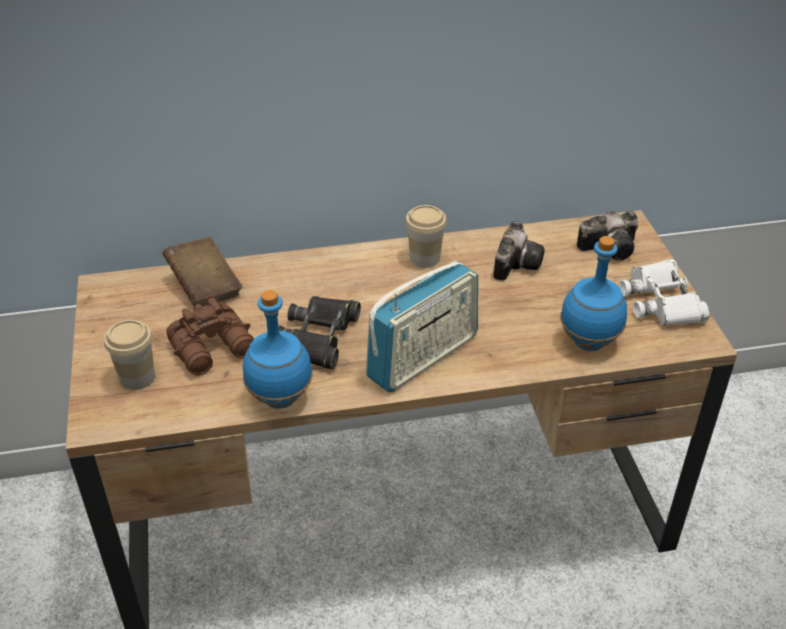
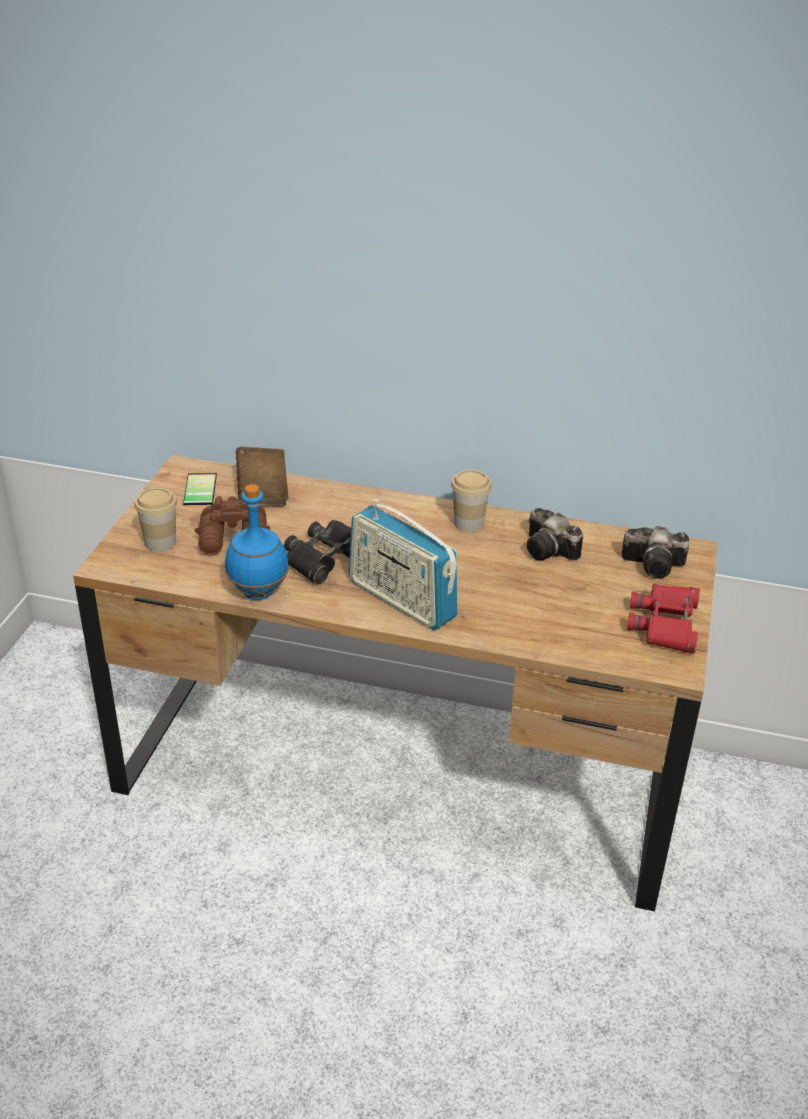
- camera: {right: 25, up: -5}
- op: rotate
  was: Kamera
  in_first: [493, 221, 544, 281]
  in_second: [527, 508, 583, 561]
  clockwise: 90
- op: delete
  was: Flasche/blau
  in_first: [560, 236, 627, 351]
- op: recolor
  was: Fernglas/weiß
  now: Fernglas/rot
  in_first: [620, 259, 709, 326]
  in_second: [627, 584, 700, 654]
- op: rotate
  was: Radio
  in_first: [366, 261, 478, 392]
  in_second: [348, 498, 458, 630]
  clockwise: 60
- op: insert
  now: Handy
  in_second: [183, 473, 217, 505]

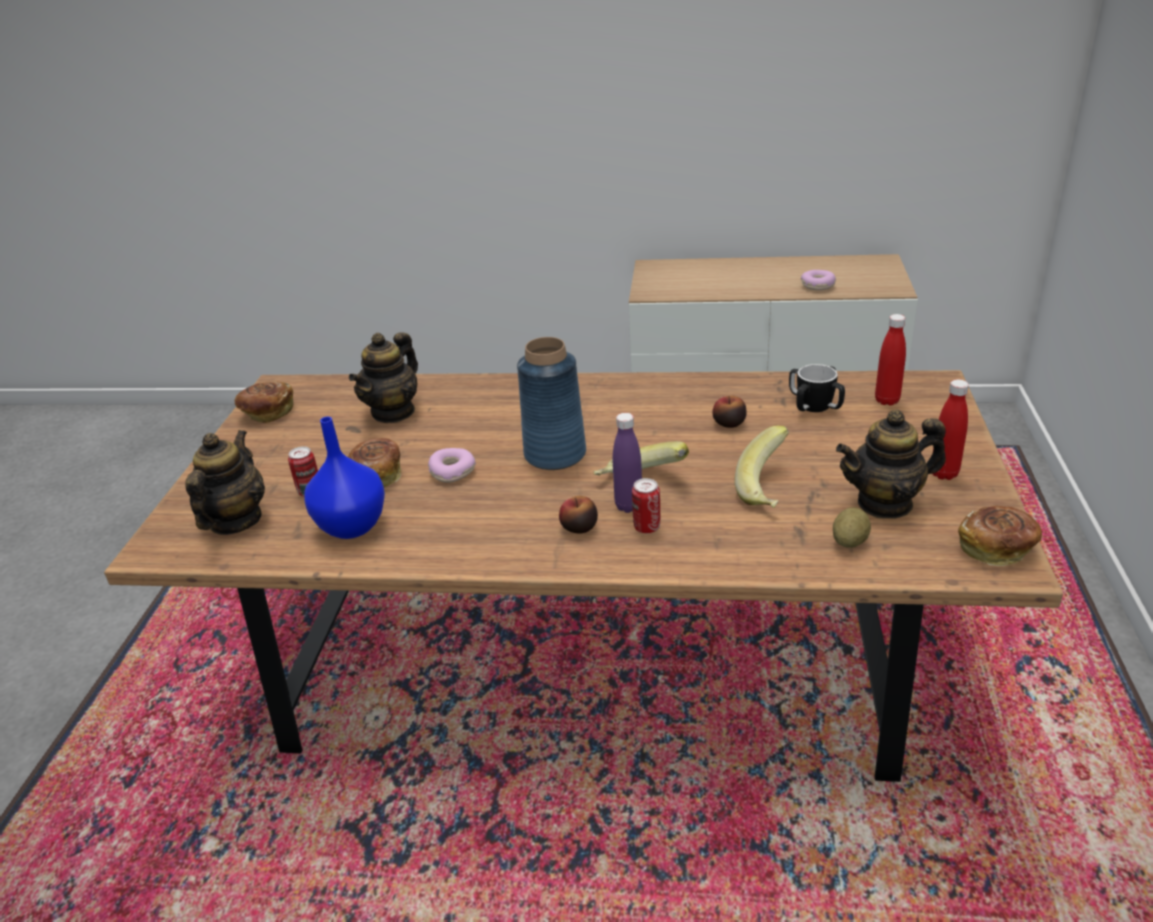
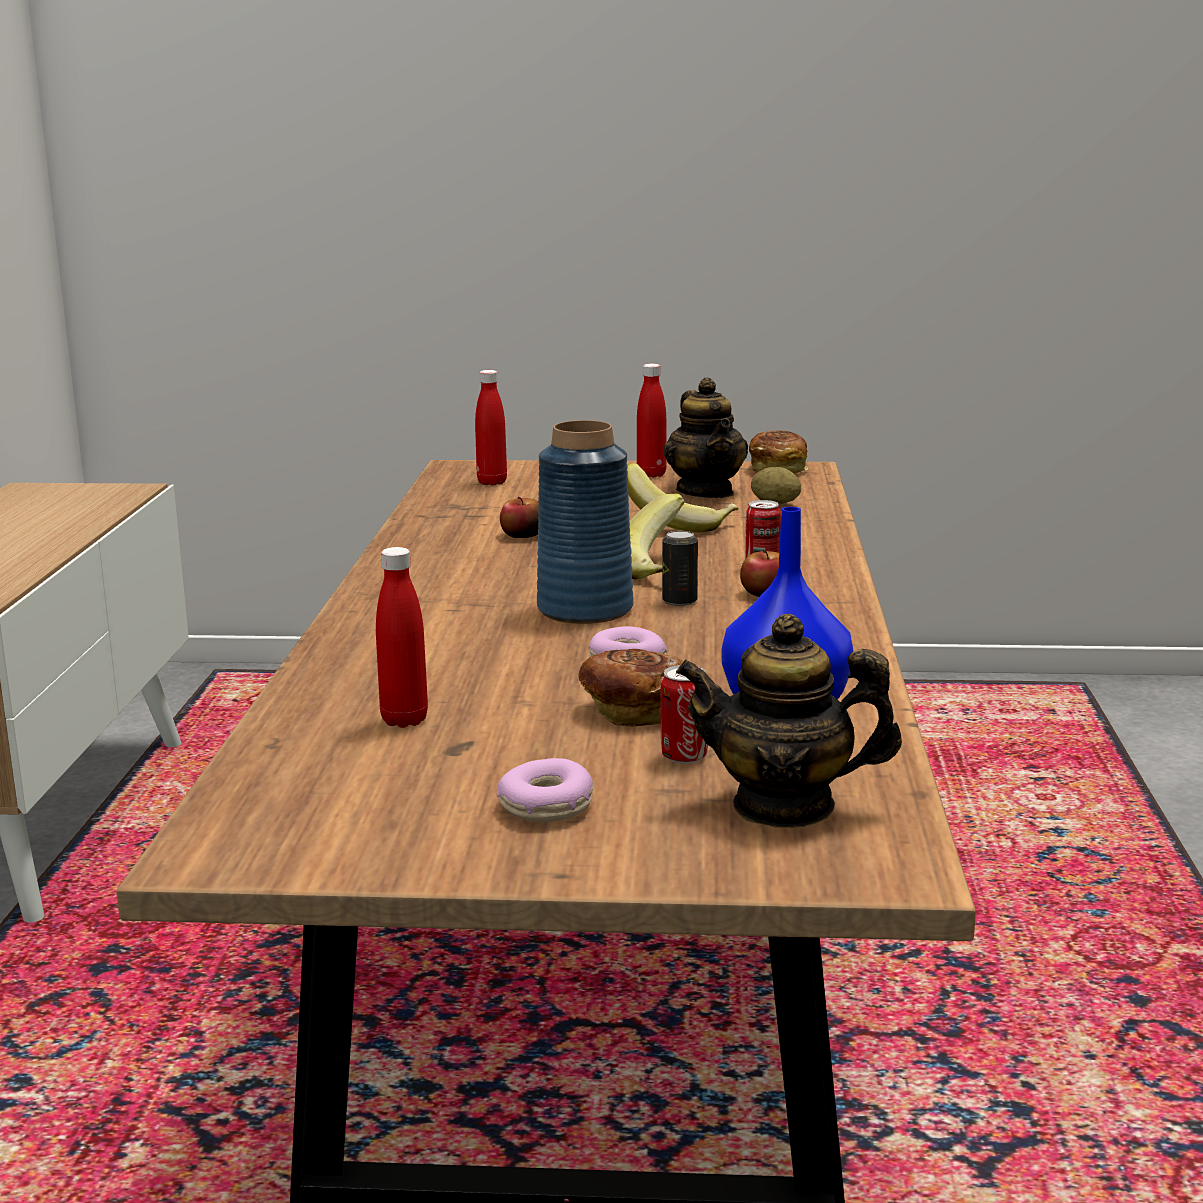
- camera: {right: -95, up: -15}
- op: move
  was: Donut
  in_first: [801, 270, 836, 290]
  in_second: [497, 758, 593, 822]
- op: replace
  was: Teekanne
  now: Flasche/rot
  in_first: [349, 332, 418, 423]
  in_second: [376, 547, 428, 728]
- op: delete
  was: Henkelbecher
  in_first: [789, 364, 845, 412]
- op: delete
  was: Brot
  in_first: [235, 381, 293, 423]
- op: delete
  was: Flasche/lila
  in_first: [613, 413, 642, 513]
- op: insert
  now: Dose
  in_second: [662, 531, 698, 606]

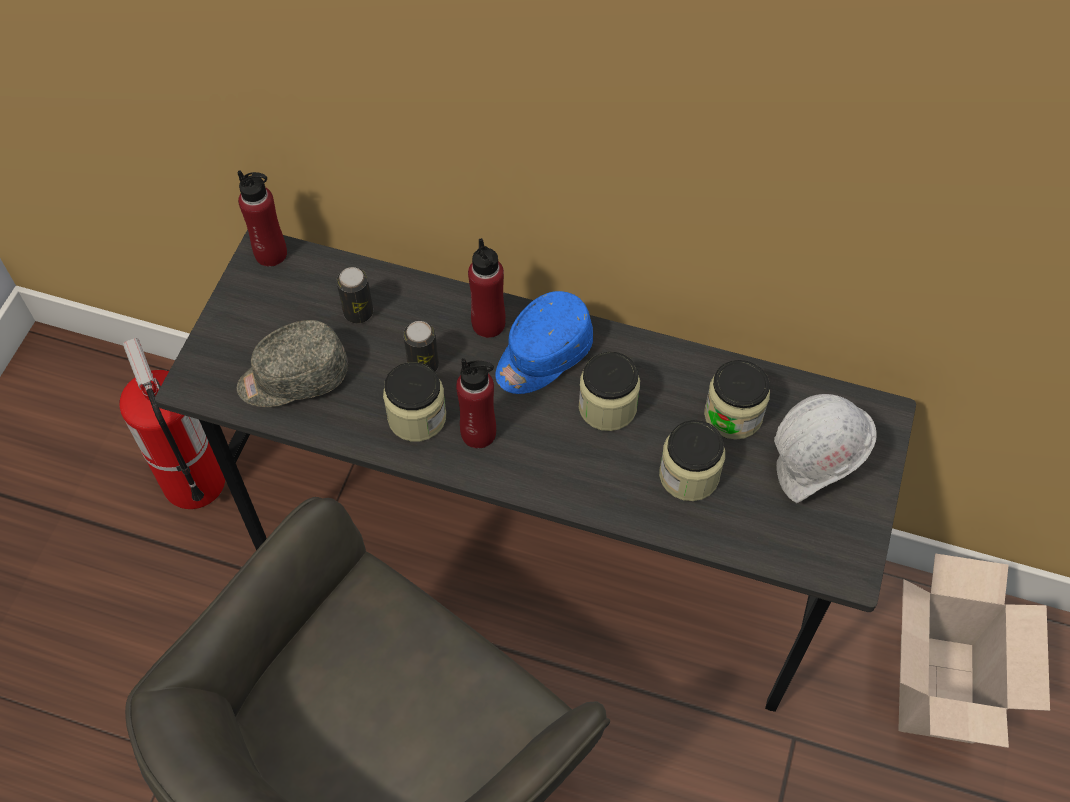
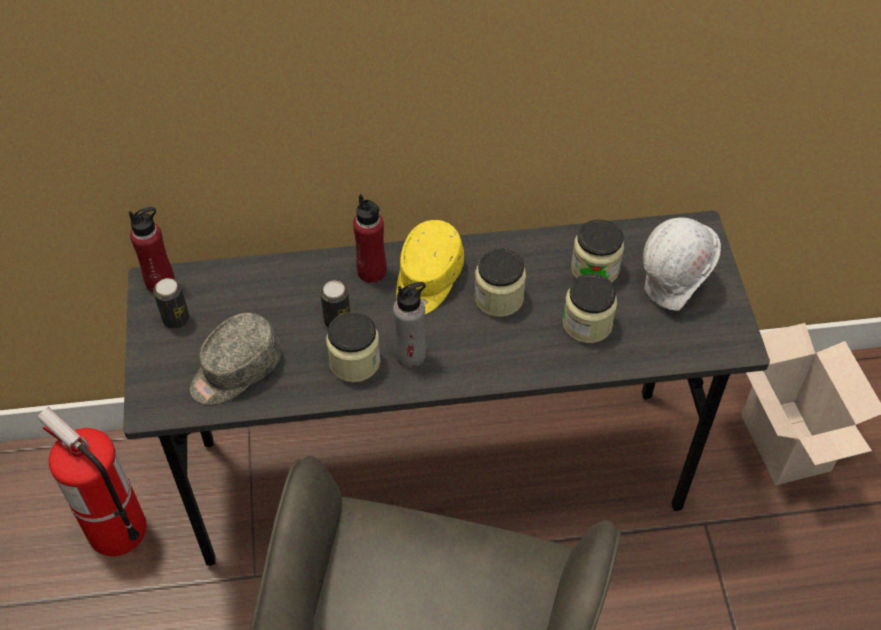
- camera: {right: -25, up: -5}
- op: move
  was: Dose
  in_first: [336, 267, 373, 323]
  in_second: [153, 278, 189, 329]
- op: recolor
  was: Kappe/blau
  now: Kappe/gelb
  in_first: [496, 291, 593, 394]
  in_second: [396, 220, 464, 314]
- op: recolor
  was: Flasche/rot
  now: Flasche/grau
  in_first: [456, 358, 496, 449]
  in_second: [393, 282, 426, 368]

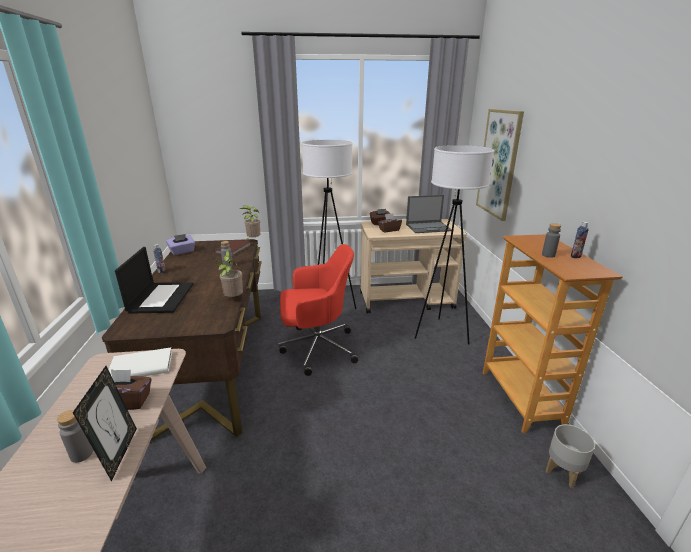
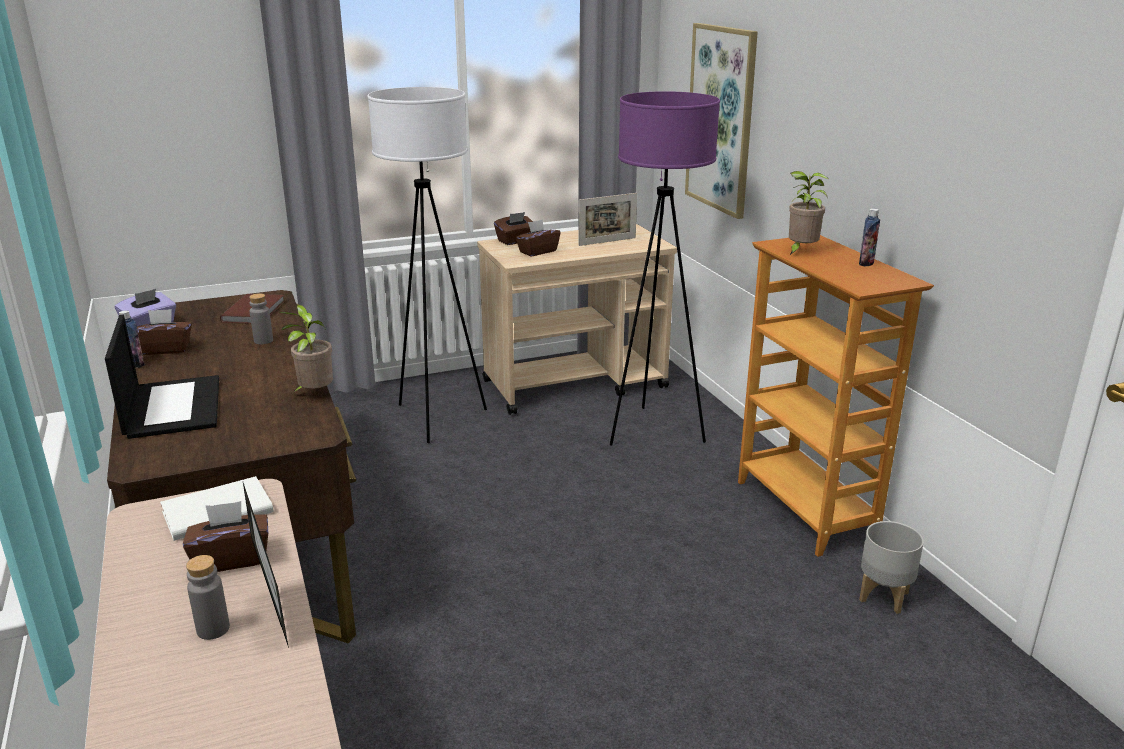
- camera: {right: -15, up: 0}
- op: recolor
  was: Stehlampe/weiß
  now: Stehlampe/lila
  in_first: [415, 145, 494, 345]
  in_second: [610, 91, 720, 445]
- op: replace
  was: Laptop
  now: Bilderrahmen
  in_first: [406, 195, 452, 233]
  in_second: [578, 193, 637, 246]
- op: move
  was: Topfpflanze
  in_first: [240, 205, 260, 241]
  in_second: [789, 171, 828, 256]
- op: delete
  was: Flasche/grau
  in_first: [542, 223, 561, 258]
- op: delete
  was: Bürostuhl/rot
  in_first: [278, 244, 358, 376]
- op: insert
  now: Taschentuchbox/braun
  in_second: [137, 309, 192, 355]

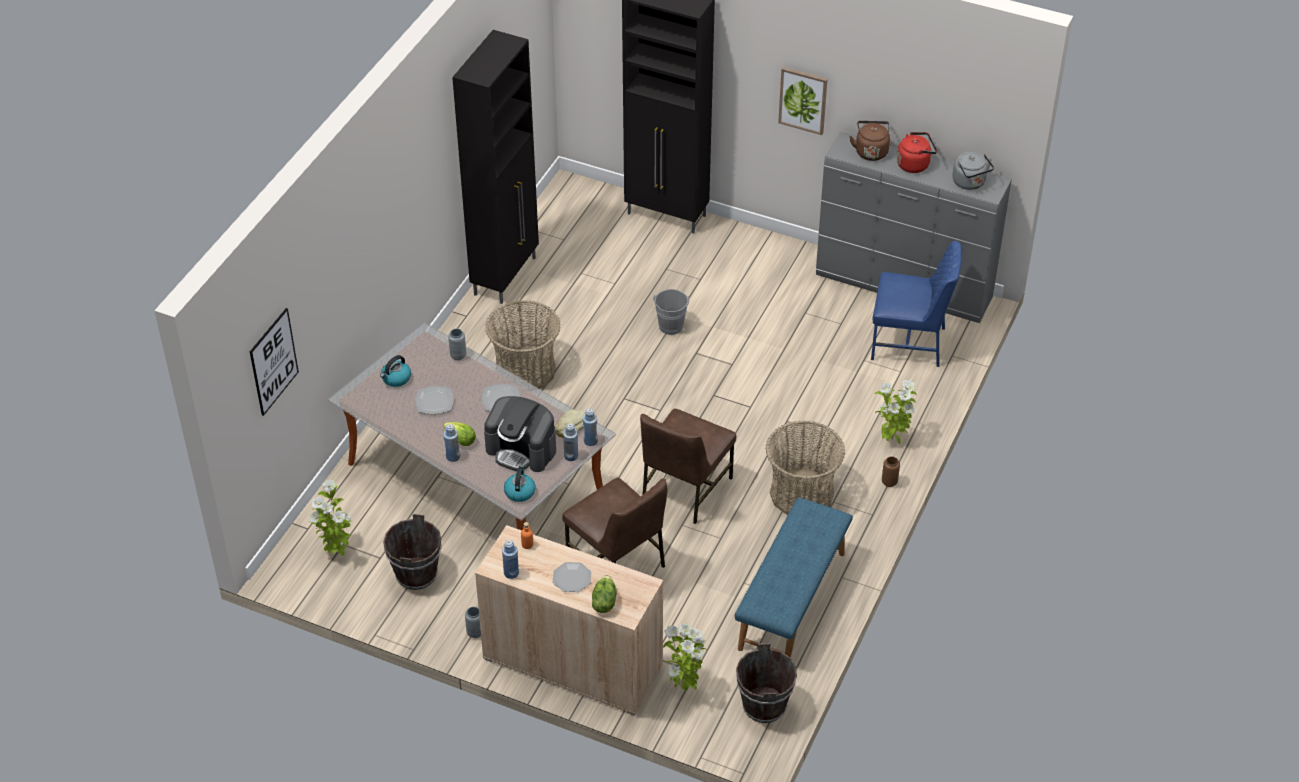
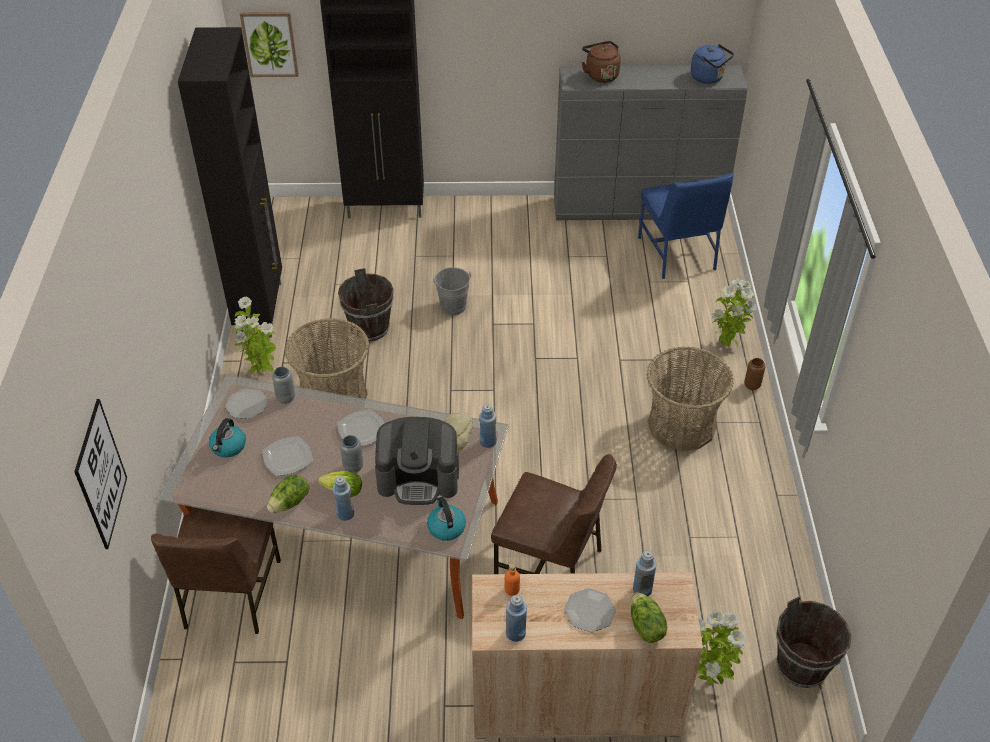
- camera: {right: -25, up: 0}
- op: move
  was: Bild
  in_first: [778, 67, 828, 135]
  in_second: [240, 12, 299, 77]
- op: delete
  was: Wasserkessel/rot
  in_first: [897, 132, 937, 173]
- op: recolor
  was: Wasserkessel/grau
  now: Wasserkessel/blau
  in_first: [952, 152, 994, 190]
  in_second: [691, 44, 734, 84]
- op: rotate
  was: Stuhl/blau
  in_first: [871, 241, 962, 367]
  in_second: [638, 173, 733, 279]
  clockwise: 90
- op: move
  was: Stuhl/braun
  in_first: [640, 409, 736, 524]
  in_second: [151, 507, 281, 634]
- op: move
  was: Flasche/blau
  in_first: [563, 423, 578, 461]
  in_second: [633, 550, 657, 597]
- op: move
  was: Topfpflanze
  in_first: [309, 480, 351, 556]
  in_second: [234, 297, 276, 374]
- op: delete
  was: Bank/blau
  in_first: [735, 497, 853, 658]
- op: move
  was: Eimer/braun
  in_first: [383, 514, 442, 590]
  in_second: [338, 268, 394, 341]
- op: move
  was: Vase/grau
  in_first: [465, 607, 481, 638]
  in_second: [340, 435, 363, 473]
- op: insert
  now: Teller
  in_second: [225, 389, 268, 419]
- op: insert
  now: Salatkopf
  in_second: [267, 475, 310, 513]

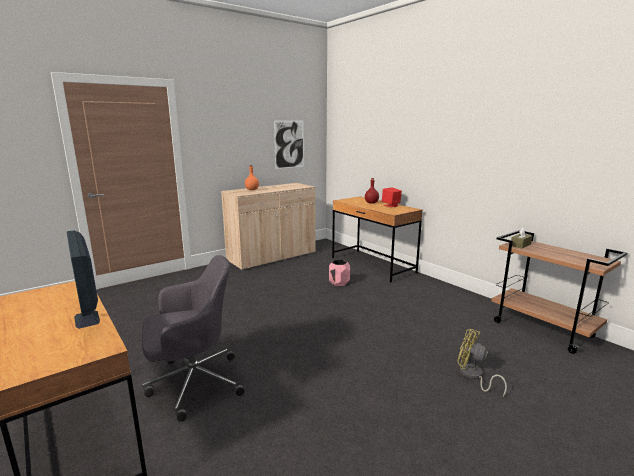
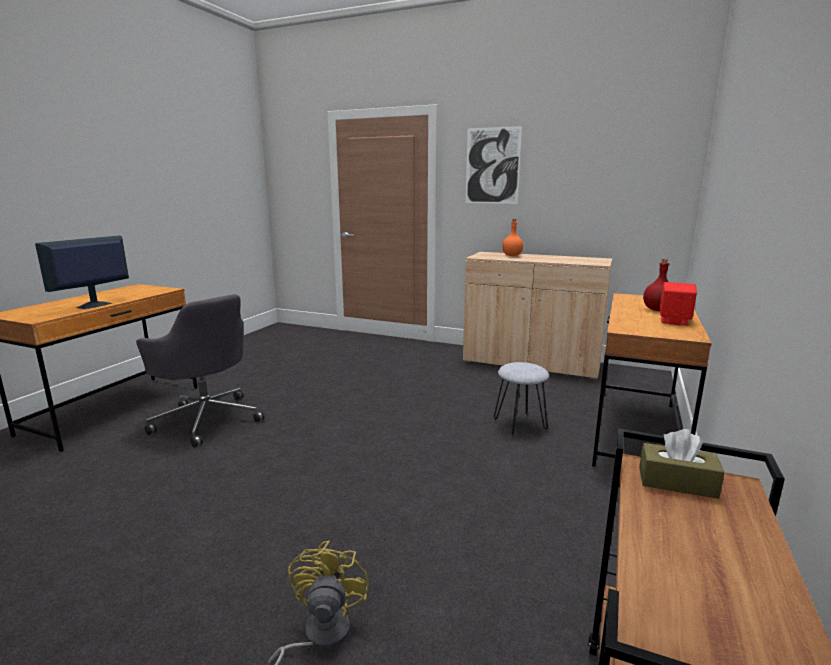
- camera: {right: 60, up: 0}
- op: move
  was: Bild
  in_first: [274, 121, 304, 169]
  in_second: [466, 126, 522, 204]
- op: replace
  was: Pflanzkübel/rosa
  now: Hocker/grau
  in_first: [329, 260, 350, 286]
  in_second: [494, 362, 549, 437]

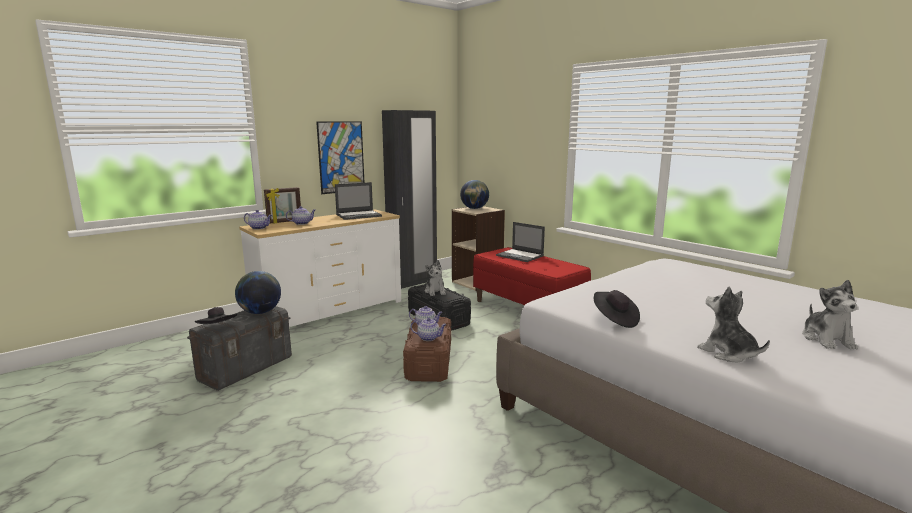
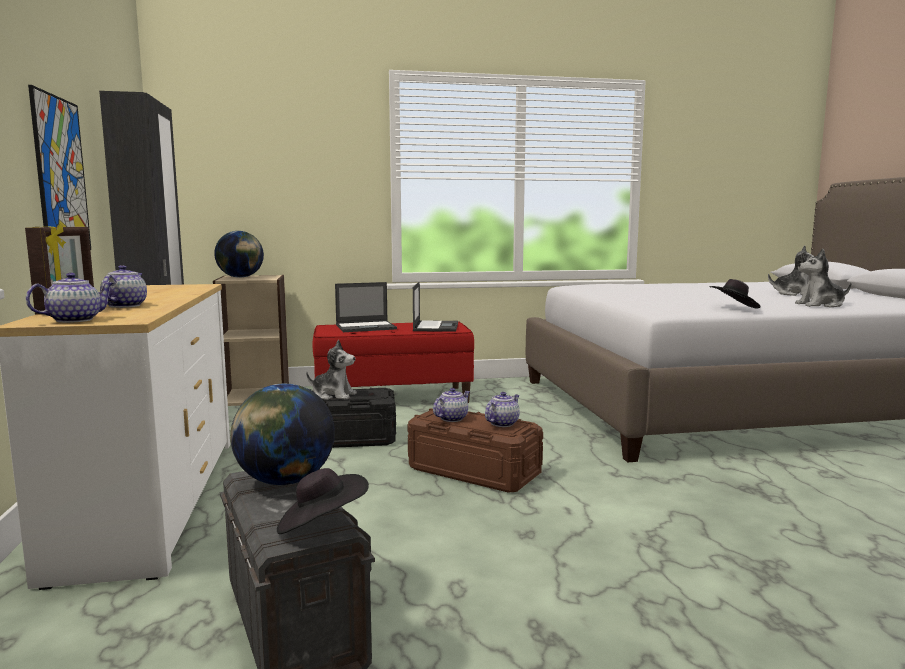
- camera: {right: -60, up: -5}
- op: move
  was: Laptop
  in_first: [335, 182, 382, 220]
  in_second: [413, 282, 458, 332]

